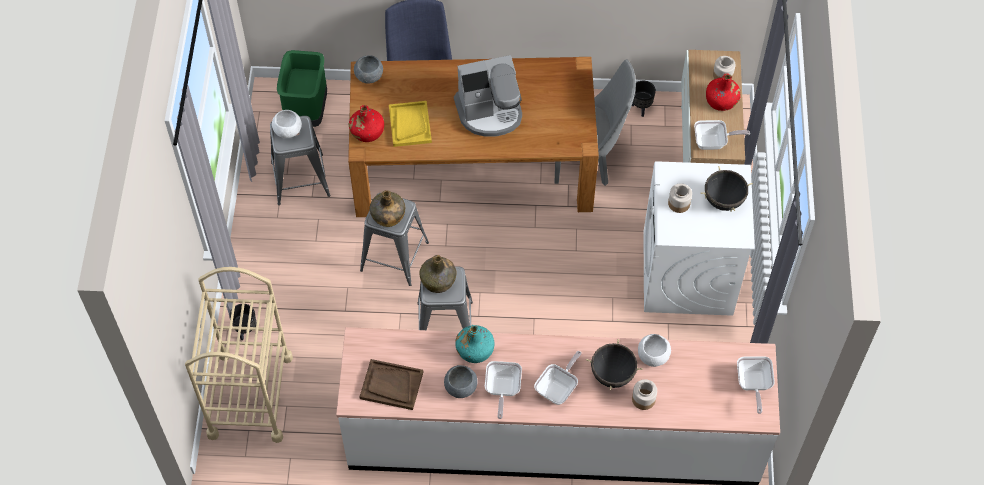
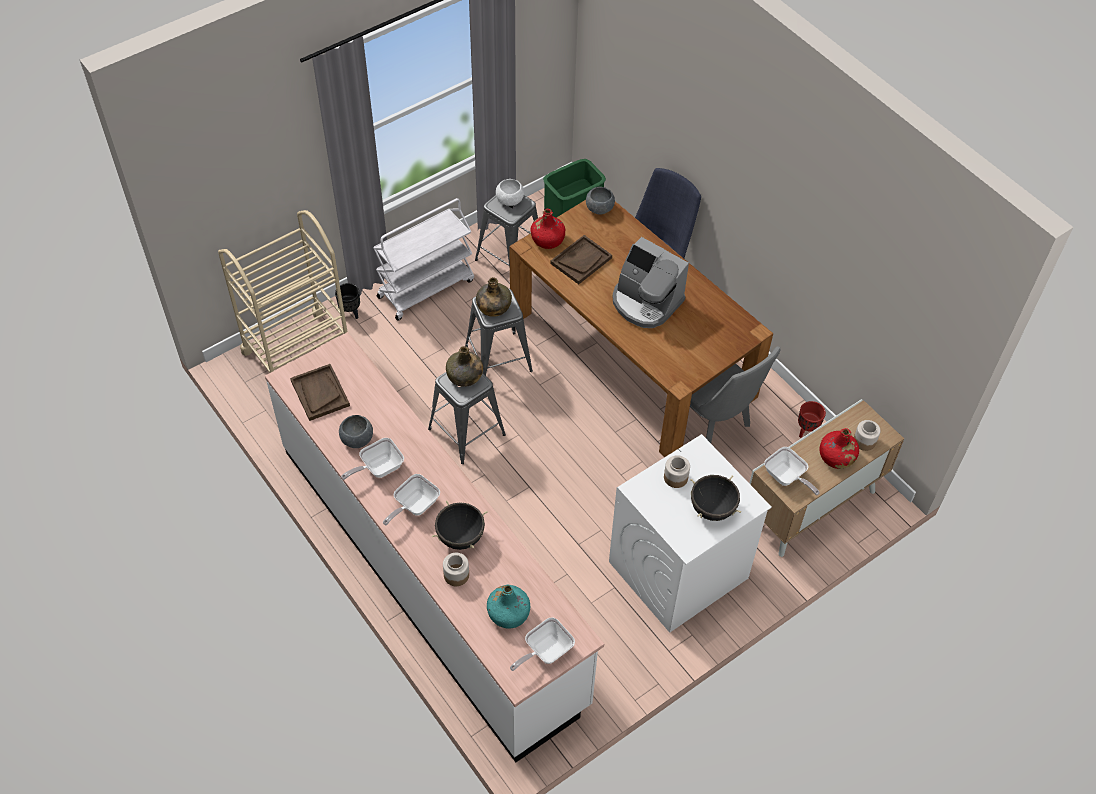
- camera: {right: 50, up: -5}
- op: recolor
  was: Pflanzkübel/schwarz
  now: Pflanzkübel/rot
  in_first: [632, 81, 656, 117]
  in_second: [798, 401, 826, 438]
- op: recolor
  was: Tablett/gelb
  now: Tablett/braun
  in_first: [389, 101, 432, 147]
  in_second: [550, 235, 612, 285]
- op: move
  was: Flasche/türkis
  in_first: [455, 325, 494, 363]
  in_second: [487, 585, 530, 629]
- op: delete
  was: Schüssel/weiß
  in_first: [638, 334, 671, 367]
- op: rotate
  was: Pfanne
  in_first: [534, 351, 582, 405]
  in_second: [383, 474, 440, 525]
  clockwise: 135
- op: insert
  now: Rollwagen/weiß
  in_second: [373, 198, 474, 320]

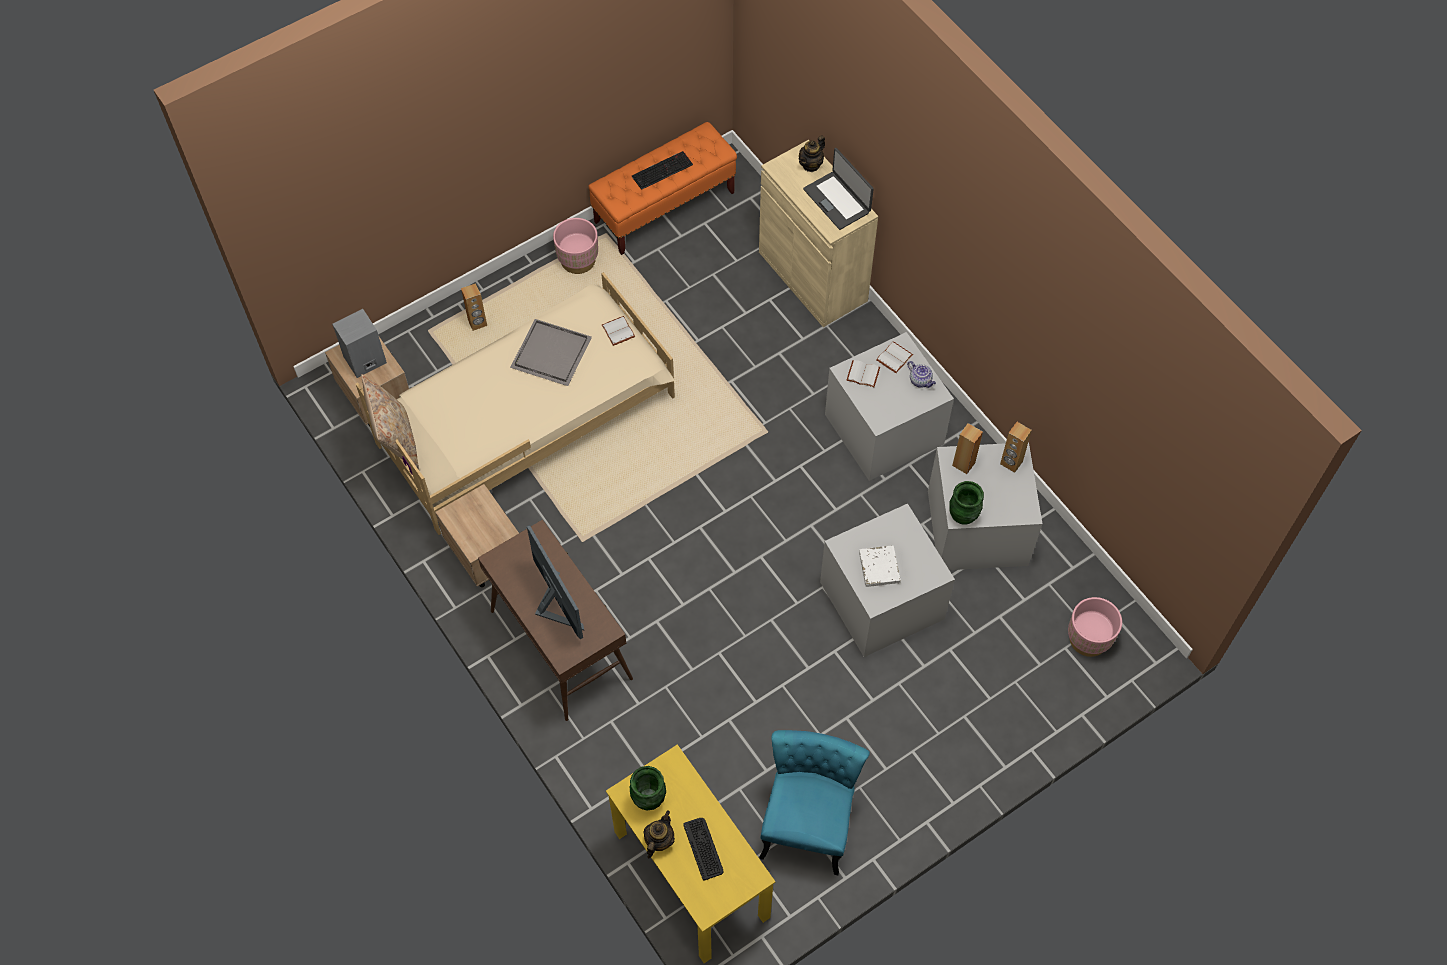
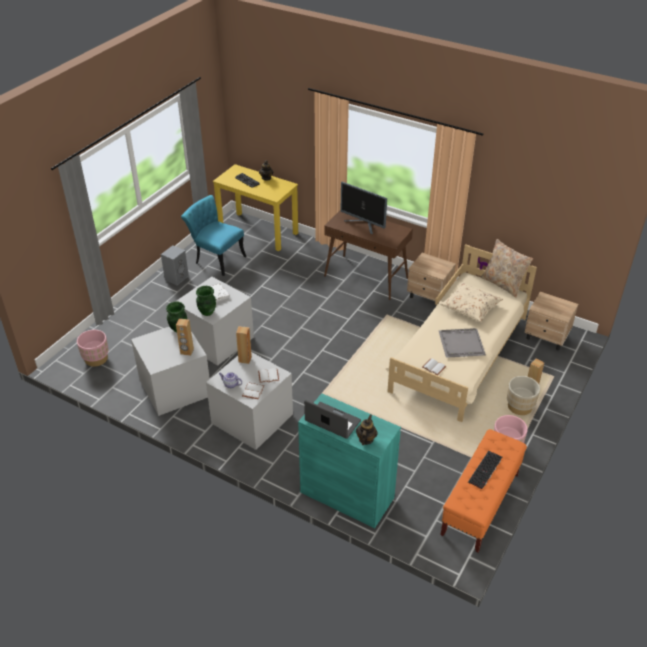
- camera: {right: 155, up: -20}
- op: recolor
  was: Schrank/beige
  now: Schrank/türkis
  in_first: [759, 140, 878, 327]
  in_second: [298, 393, 401, 528]
- op: move
  was: Lautsprecher/grau
  in_first: [332, 309, 387, 378]
  in_second: [161, 245, 189, 285]
- op: move
  was: Lautsprecher/braun
  in_first: [1000, 422, 1032, 473]
  in_second: [236, 326, 252, 364]
- op: rotate
  was: Stuhl/türkis
  in_first: [759, 730, 870, 875]
  in_second: [181, 195, 247, 276]
  clockwise: 135
- op: move
  was: Vase/grün
  in_first: [630, 766, 666, 810]
  in_second: [196, 286, 216, 316]
- op: insert
  now: Kissen/beige
  in_second: [440, 282, 503, 322]
- op: insert
  now: Pflanzkübel/beige
  in_second: [507, 376, 540, 415]

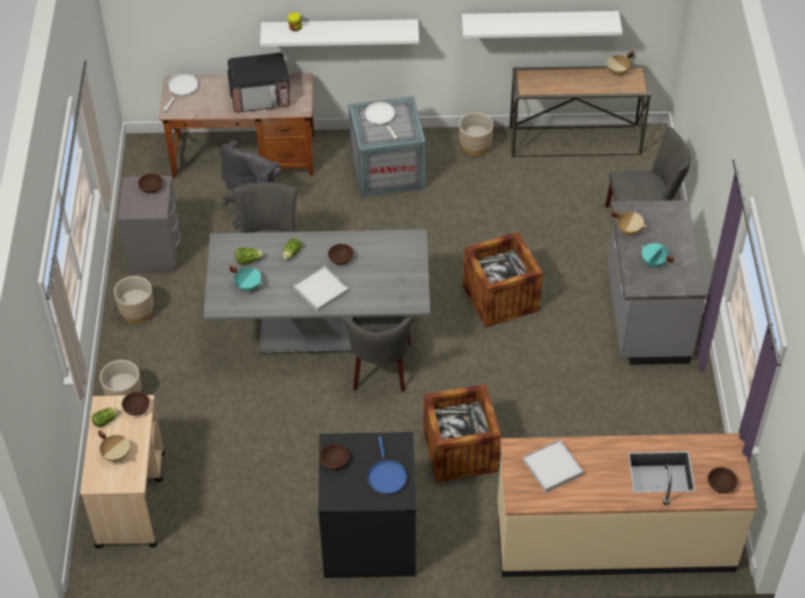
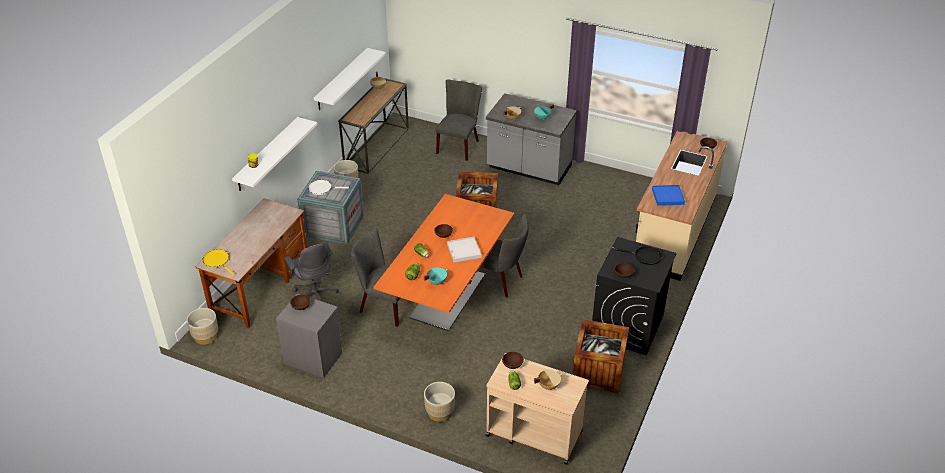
- camera: {right: -65, up: -10}
- op: delete
  was: Mikrowelle
  in_first: [228, 53, 290, 112]
- op: recolor
  was: Pfanne/weiß
  now: Pfanne/gelb
  in_first: [164, 73, 199, 111]
  in_second: [203, 250, 234, 275]
- op: recolor
  was: Esstisch/grau
  now: Esstisch/orange
  in_first: [203, 229, 430, 354]
  in_second: [373, 194, 515, 331]
- op: move
  was: Pflanzkübel/beige
  in_first: [114, 276, 154, 324]
  in_second: [187, 308, 218, 345]
- op: move
  was: Kiste
  in_first: [423, 384, 501, 482]
  in_second: [573, 319, 629, 393]
- op: recolor
  was: Pfanne/blau
  now: Pfanne/schwarz
  in_first: [367, 436, 408, 494]
  in_second: [616, 246, 662, 265]
- op: recolor
  was: Tablett/weiß
  now: Tablett/blau
  in_first: [523, 439, 584, 493]
  in_second: [652, 185, 685, 206]

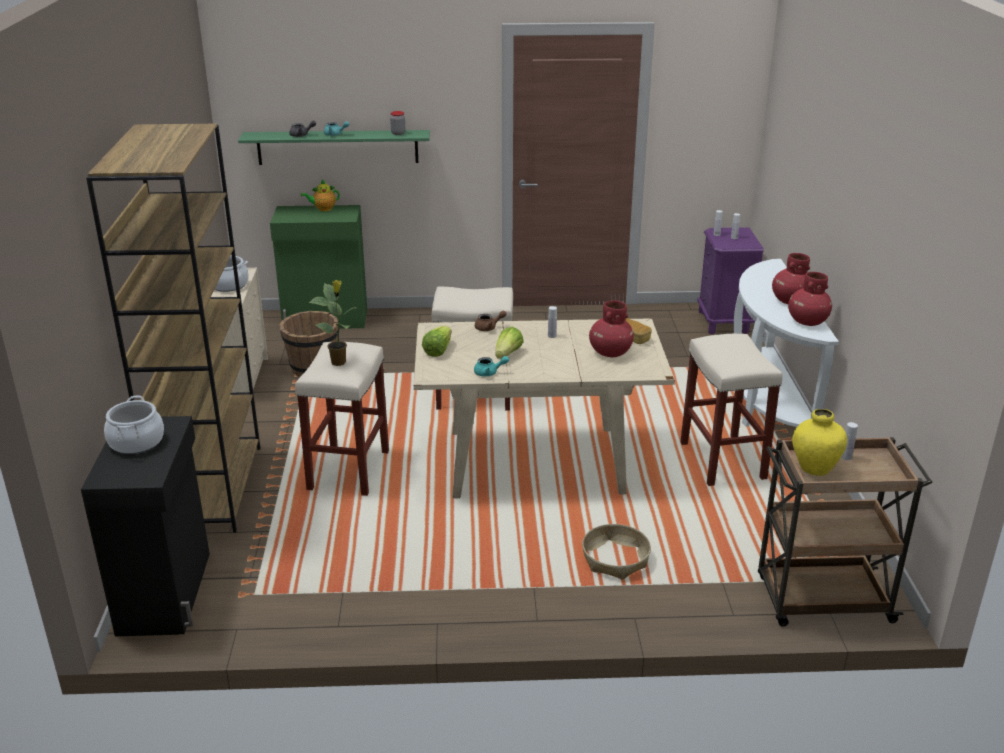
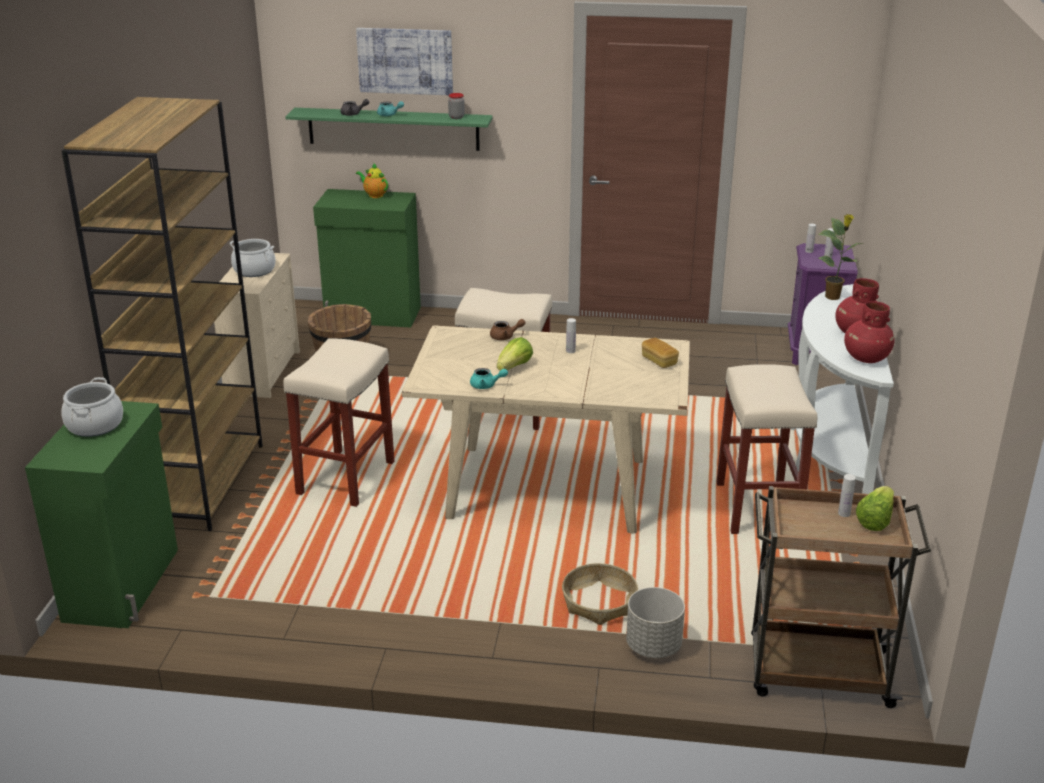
- camera: {right: 10, up: 0}
- op: rotate
  was: Teekanne
  in_first: [301, 179, 340, 211]
  in_second: [356, 164, 388, 198]
  clockwise: 45
- op: move
  was: Topfpflanze
  in_first: [309, 280, 356, 366]
  in_second: [818, 214, 862, 300]
- op: delete
  was: Vase/rot
  in_first: [589, 300, 634, 357]
- op: move
  was: Salatkopf
  in_first: [422, 326, 452, 357]
  in_second: [856, 486, 894, 531]
- op: delete
  was: Vase/gelb
  in_first: [792, 409, 847, 476]
- op: recolor
  was: Schrank/schwarz
  now: Schrank/grün
  in_first: [81, 416, 210, 636]
  in_second: [25, 401, 178, 628]
- op: insert
  now: Bild
  in_second: [356, 28, 453, 95]
- op: insert
  now: Pflanzkübel/grau
  in_second: [626, 587, 685, 658]

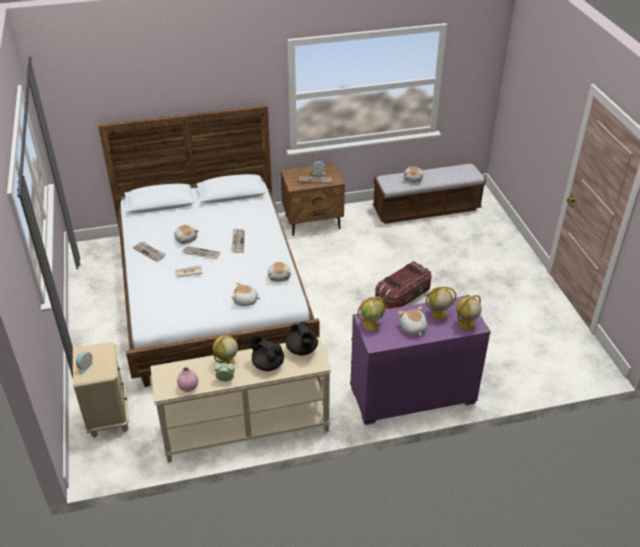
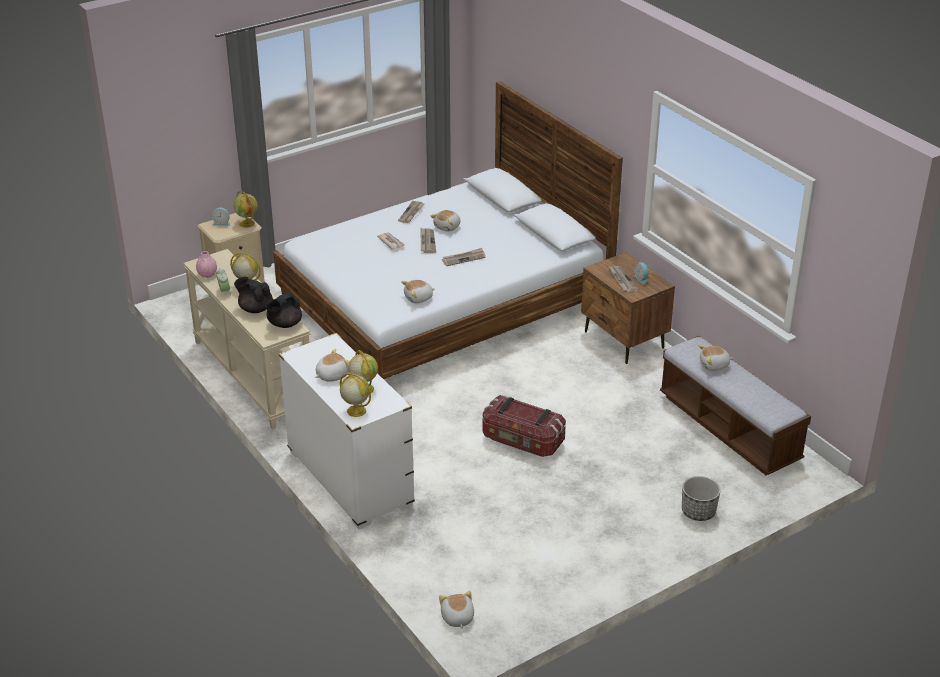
- camera: {right: 70, up: -5}
- op: move
  was: Plüschtier
  in_first: [231, 282, 261, 306]
  in_second: [439, 591, 474, 629]
- op: recolor
  was: Kommode/lila
  now: Kommode/weiß
  in_first: [350, 295, 491, 425]
  in_second: [279, 333, 415, 529]
- op: move
  was: Globus
  in_first: [357, 296, 387, 331]
  in_second: [233, 191, 258, 228]
- op: rotate
  was: Teekanne/schwarz
  in_first: [249, 335, 284, 371]
  in_second: [234, 277, 273, 313]
  clockwise: -75
- op: insert
  now: Pflanzkübel
  in_second: [682, 476, 721, 521]

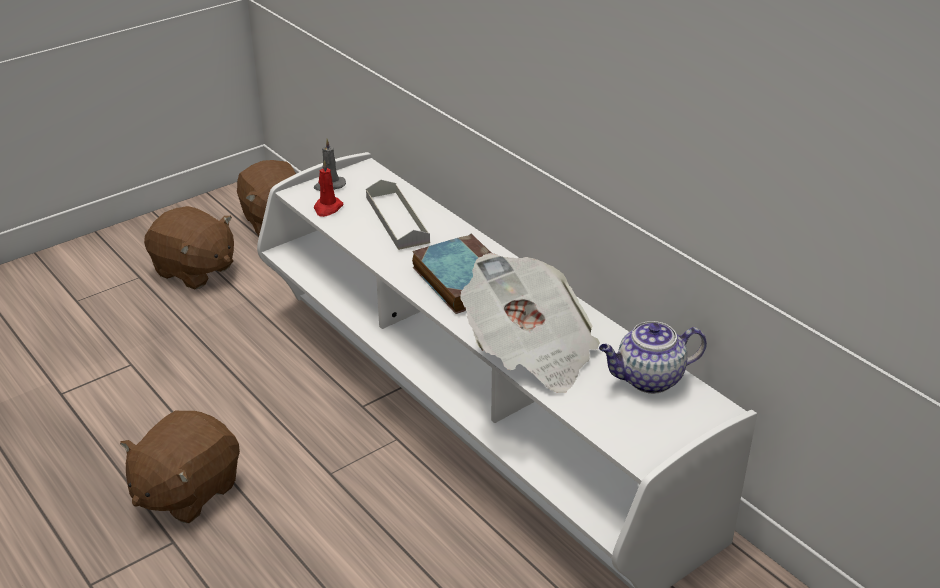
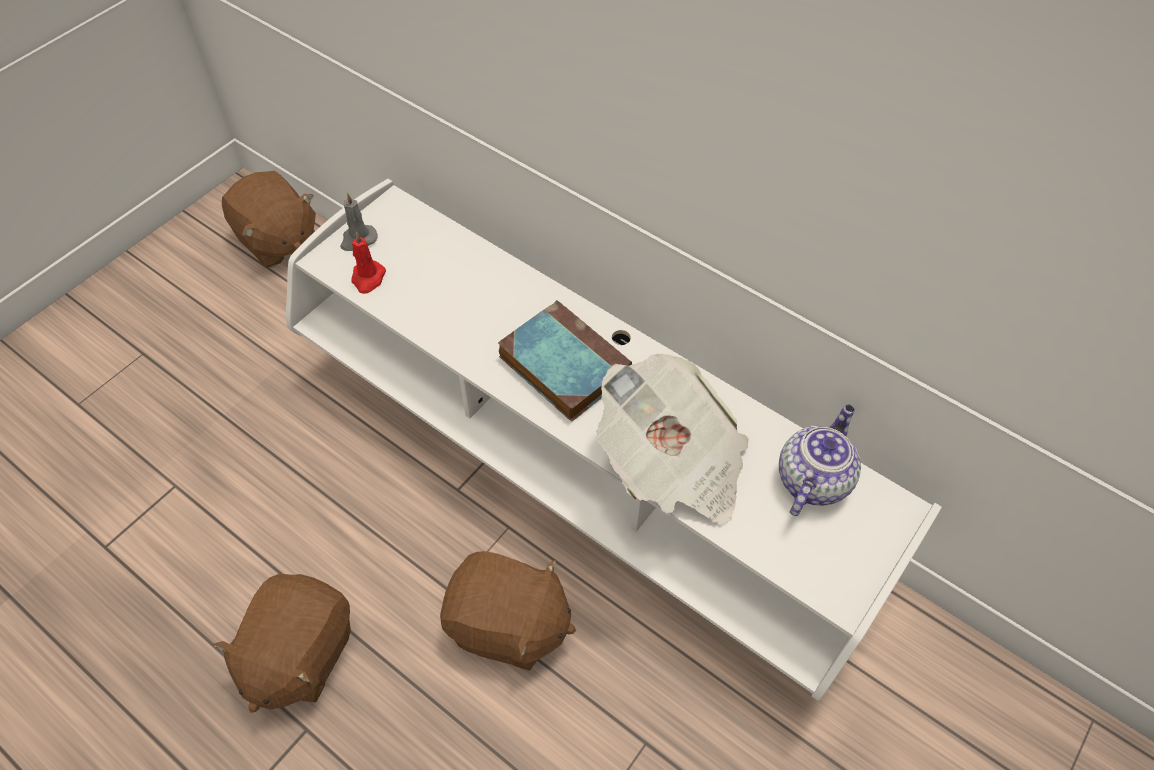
- camera: {right: -15, up: 20}
- op: delete
  was: Tablett/grau
  in_first: [366, 180, 430, 250]
- op: move
  was: Plüschtier/braun
  in_first: [144, 206, 234, 290]
  in_second: [440, 551, 576, 671]
- op: rotate
  was: Teekanne
  in_first: [599, 321, 707, 394]
  in_second: [779, 404, 861, 516]
  clockwise: 150

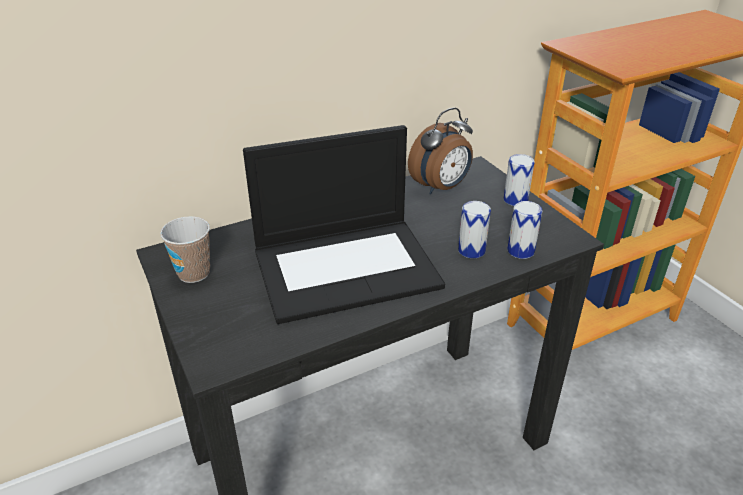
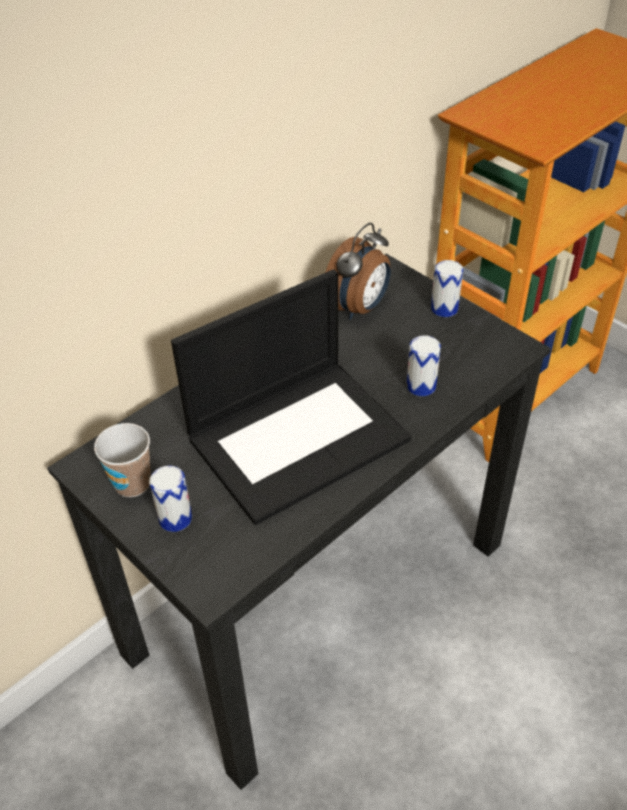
- camera: {right: -15, up: 10}
- op: move
  was: Dose
  in_first: [507, 201, 542, 259]
  in_second: [149, 466, 192, 532]

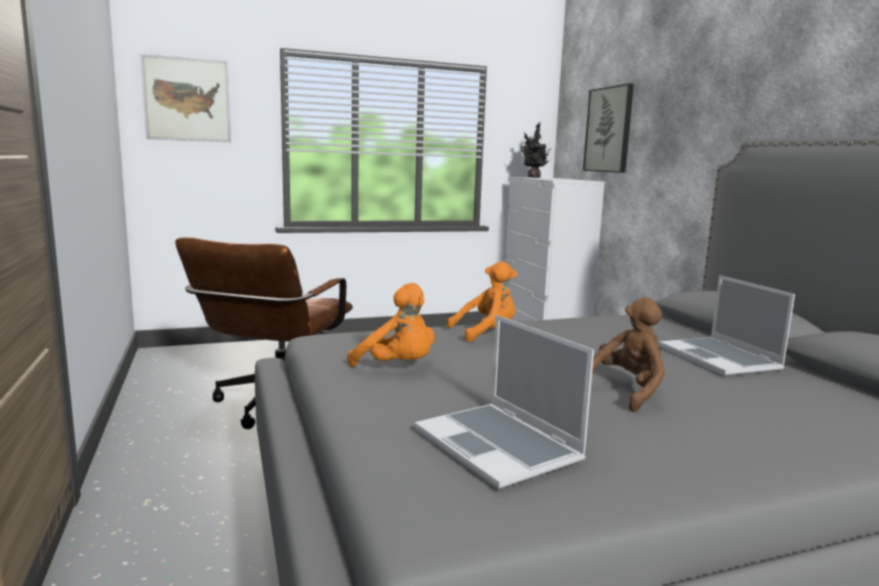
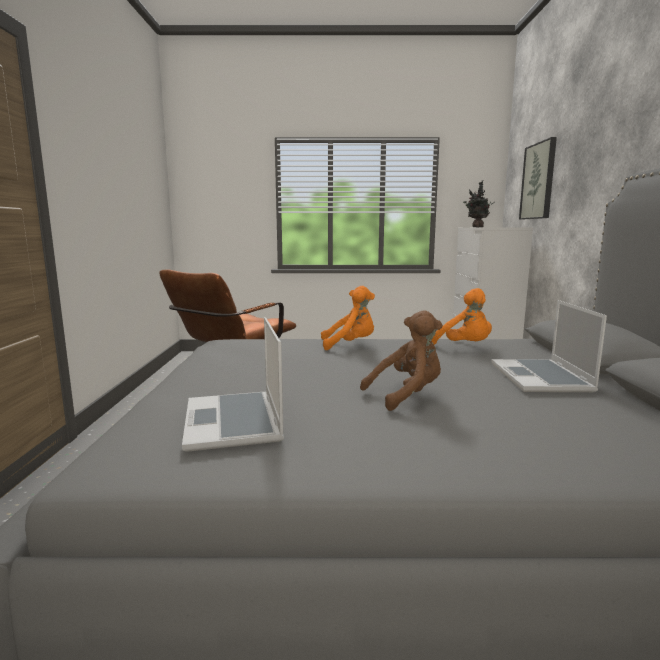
- camera: {right: 20, up: 0}
- op: delete
  was: Bild
  in_first: [140, 54, 231, 142]
- op: move
  was: Plüschtier/orange
  in_first: [347, 283, 435, 367]
  in_second: [431, 288, 492, 345]

